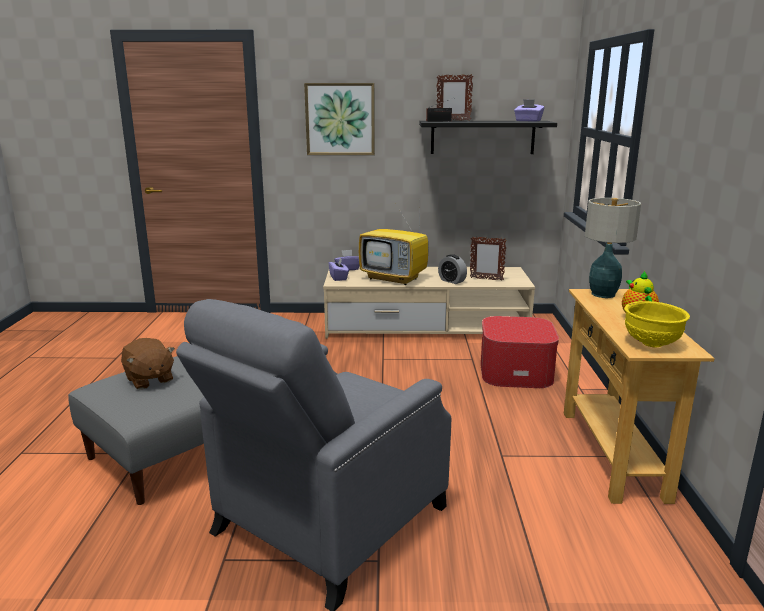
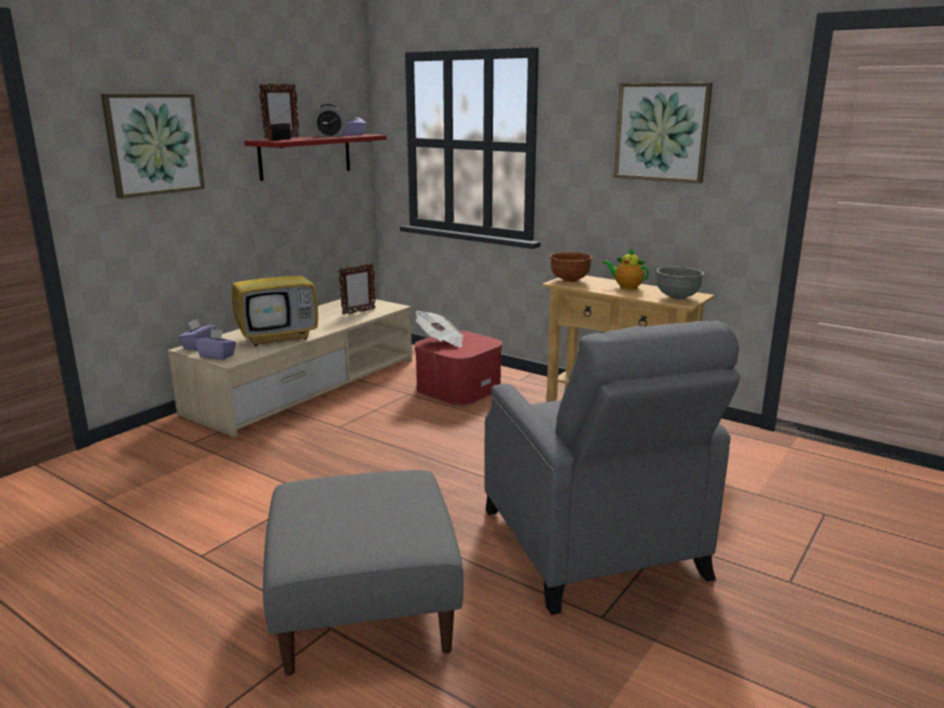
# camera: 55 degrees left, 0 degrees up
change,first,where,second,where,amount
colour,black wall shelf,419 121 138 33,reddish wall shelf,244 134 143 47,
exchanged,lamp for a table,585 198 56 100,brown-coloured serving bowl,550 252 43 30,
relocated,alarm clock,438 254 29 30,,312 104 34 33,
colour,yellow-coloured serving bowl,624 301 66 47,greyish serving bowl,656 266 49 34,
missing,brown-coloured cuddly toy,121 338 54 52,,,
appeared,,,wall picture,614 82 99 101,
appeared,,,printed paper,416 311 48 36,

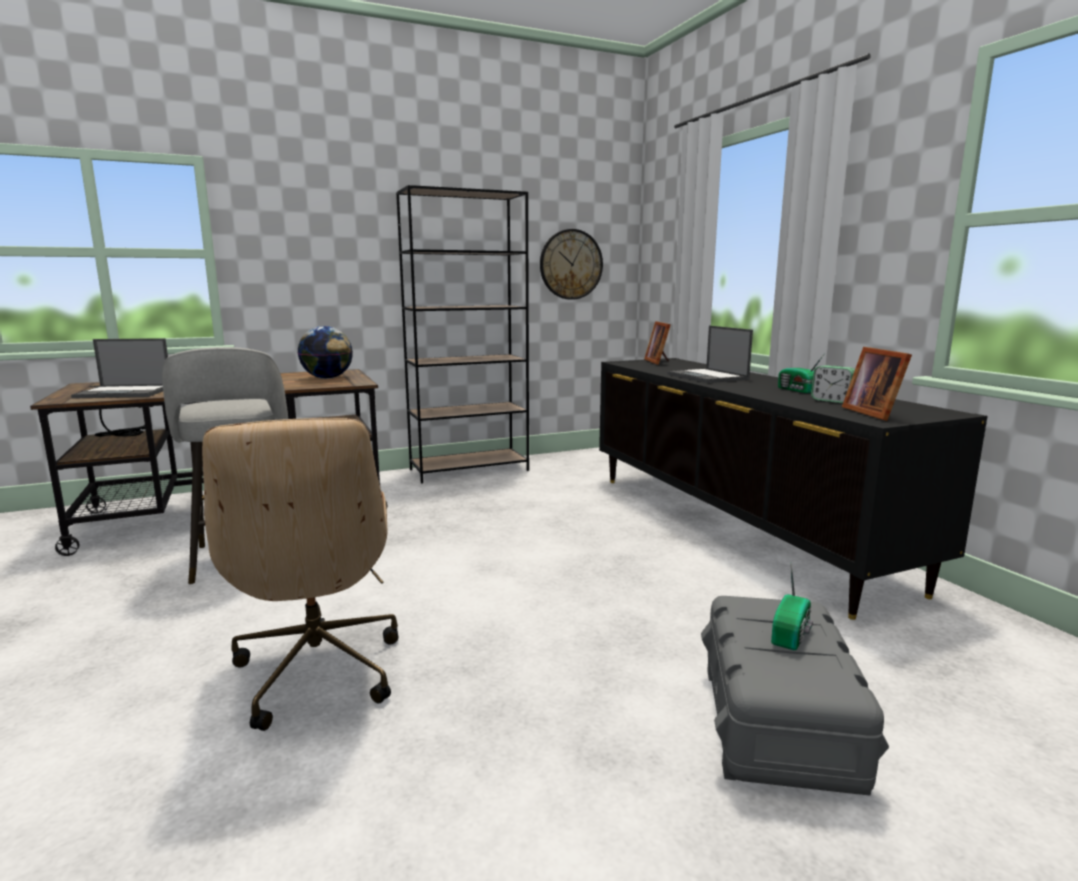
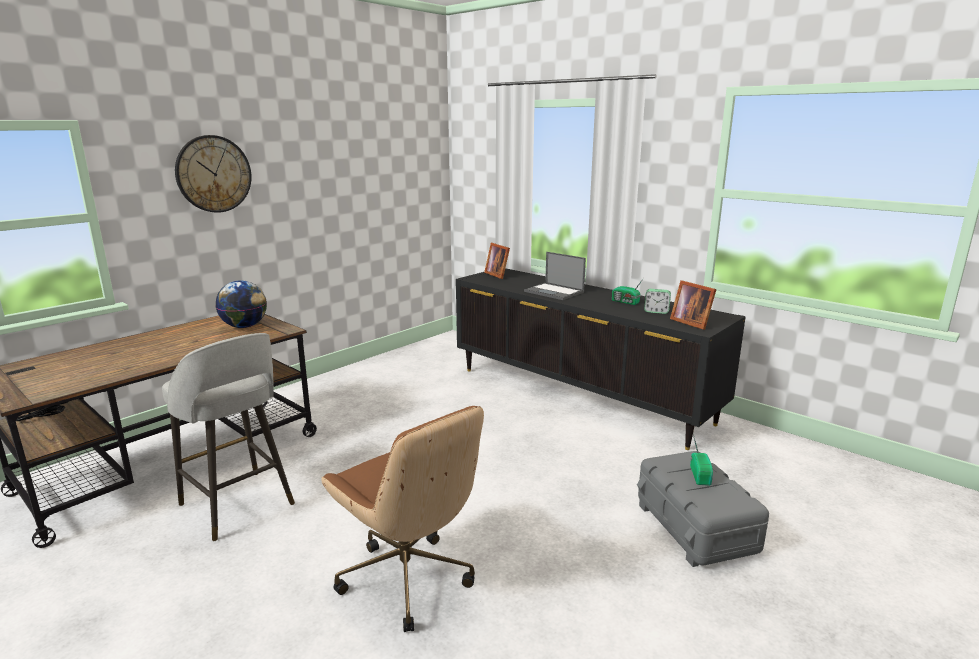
# camera: 25 degrees left, 5 degrees up
change,first,where,second,where,amount
missing,sand-coloured bookshelf,396 185 133 299,,,
relocated,wall clock,540 229 63 71,,175 135 76 78,
missing,notebook computer,71 338 97 61,,,

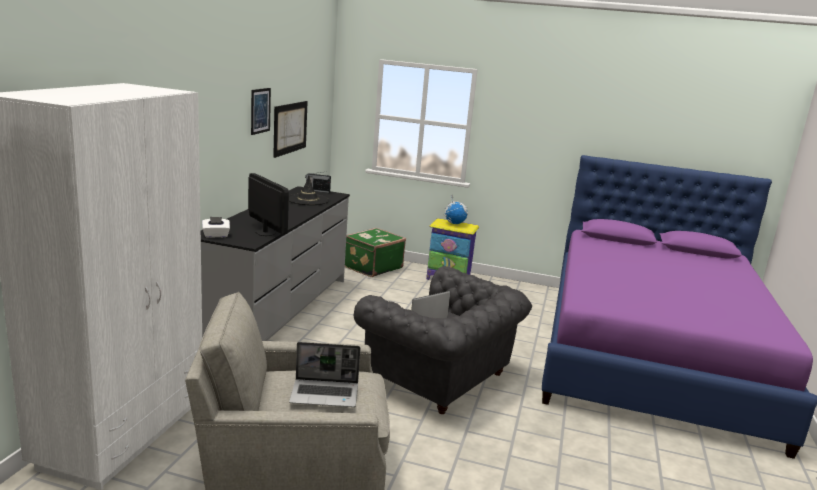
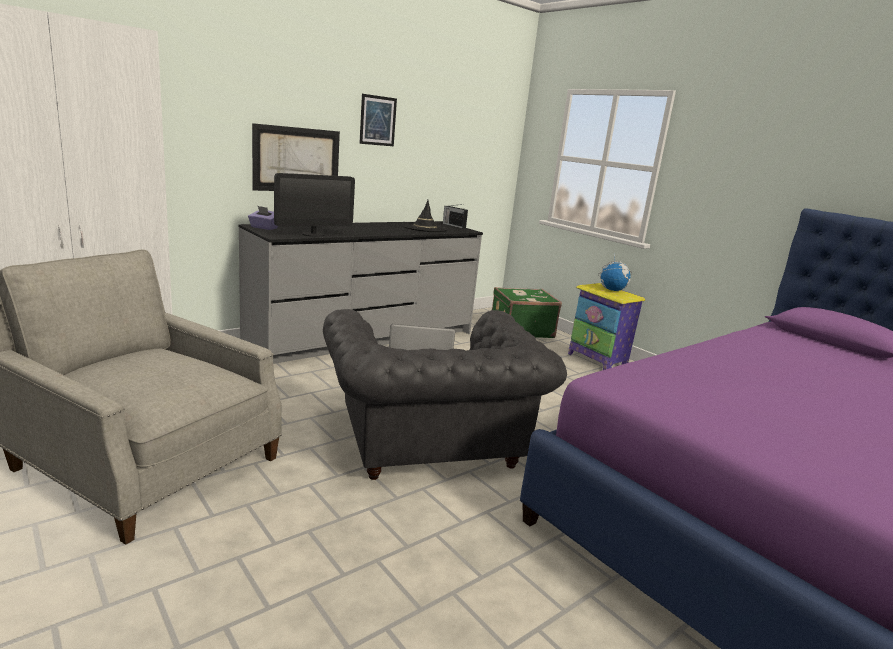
# camera: 35 degrees right, 0 degrees up
change,first,where,second,where,amount
relocated,wall picture,273 101 35 57,,252 123 88 68,
spun,computer screen,248 173 41 63,,274 173 81 63,60 degrees clockwise
colour,white-coloured tissue holder,202 217 28 21,purple tissue holder,248 206 30 24,
missing,notebook computer,289 342 71 65,,,

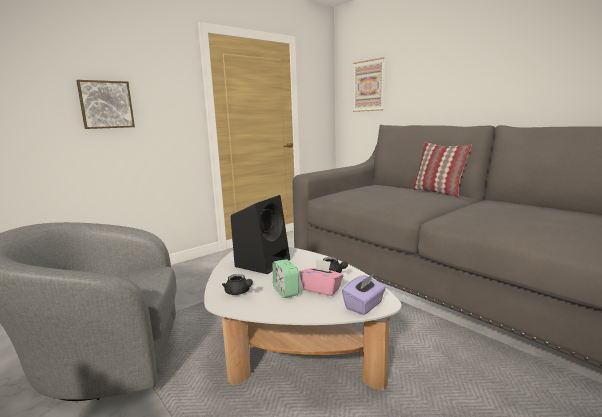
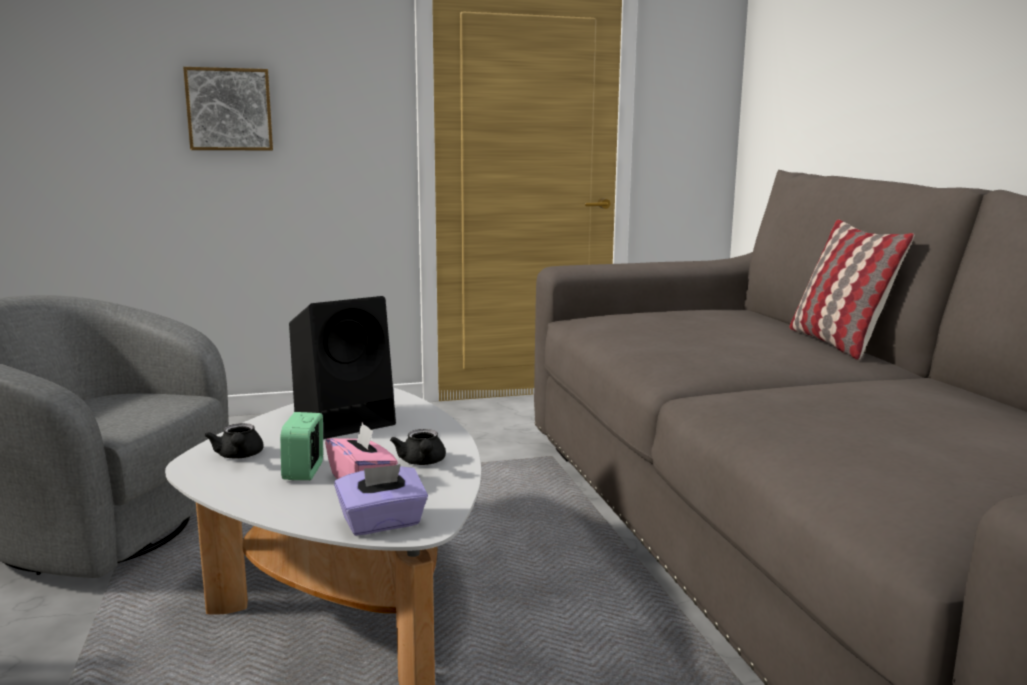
# camera: 25 degrees right, 0 degrees up
change,first,where,second,where,amount
missing,wall picture,353 57 31 55,,,

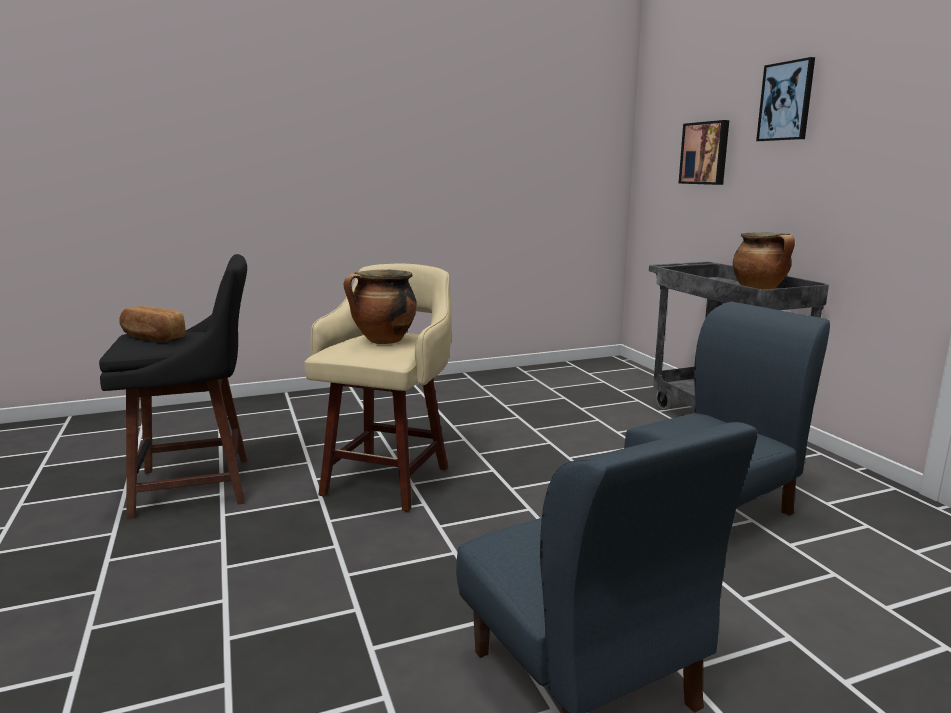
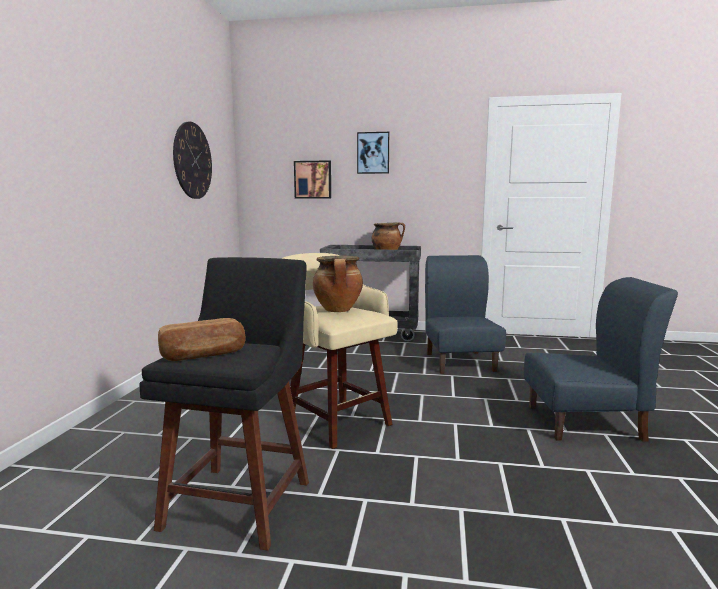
# camera: 60 degrees left, 5 degrees down
change,first,where,second,where,amount
appeared,,,wall clock,173 122 39 77,

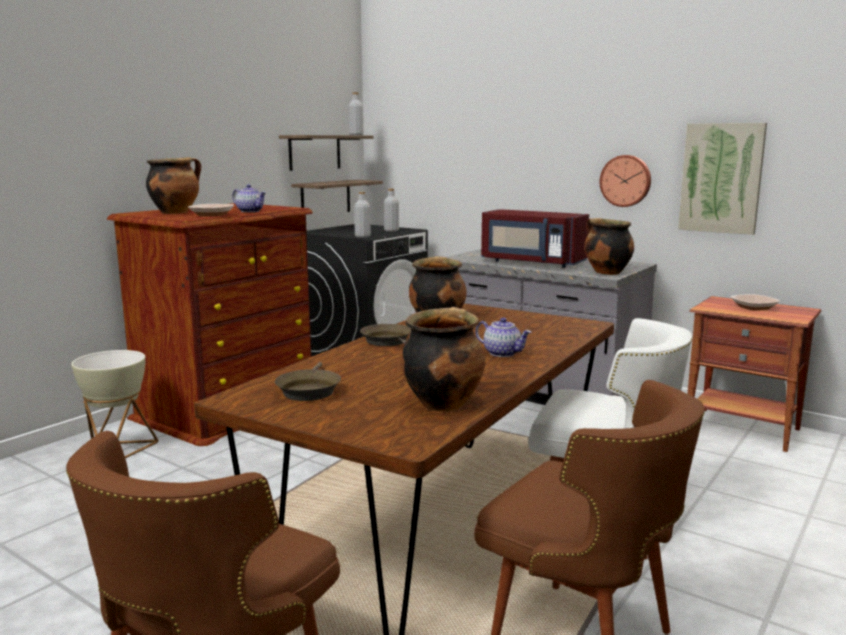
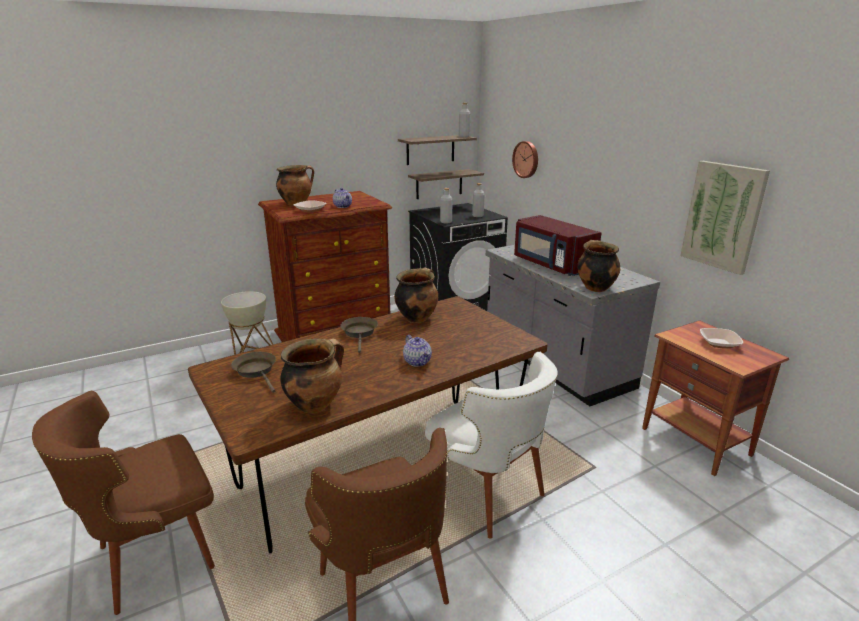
# camera: 25 degrees right, 10 degrees up
change,first,where,second,where,amount
relocated,wall clock,600 155 51 52,,512 141 26 37,
spun,brown-coloured frying pan,275 362 66 39,,231 352 45 41,120 degrees clockwise

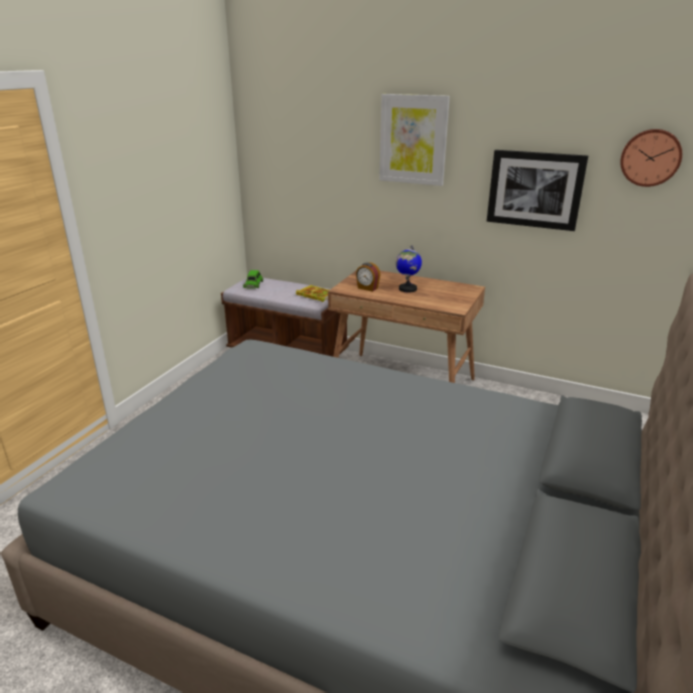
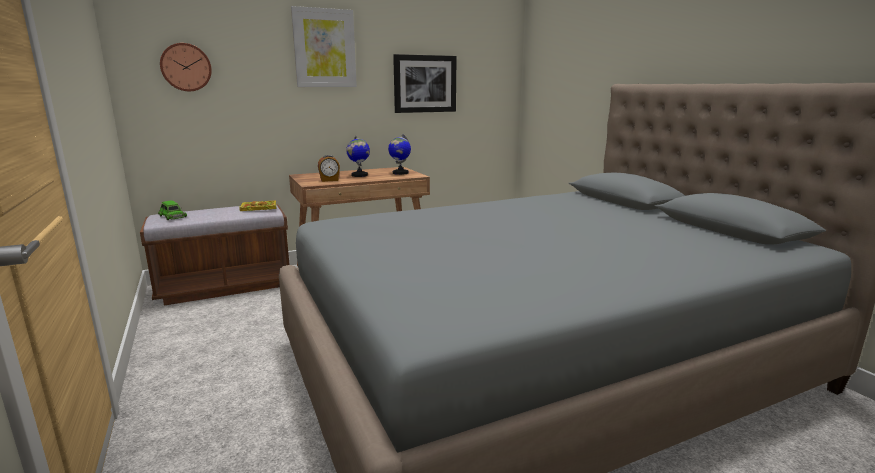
# camera: 50 degrees left, 10 degrees down
change,first,where,second,where,amount
relocated,wall clock,620 129 62 58,,160 43 52 48,
appeared,,,desk globe,388 134 23 41,

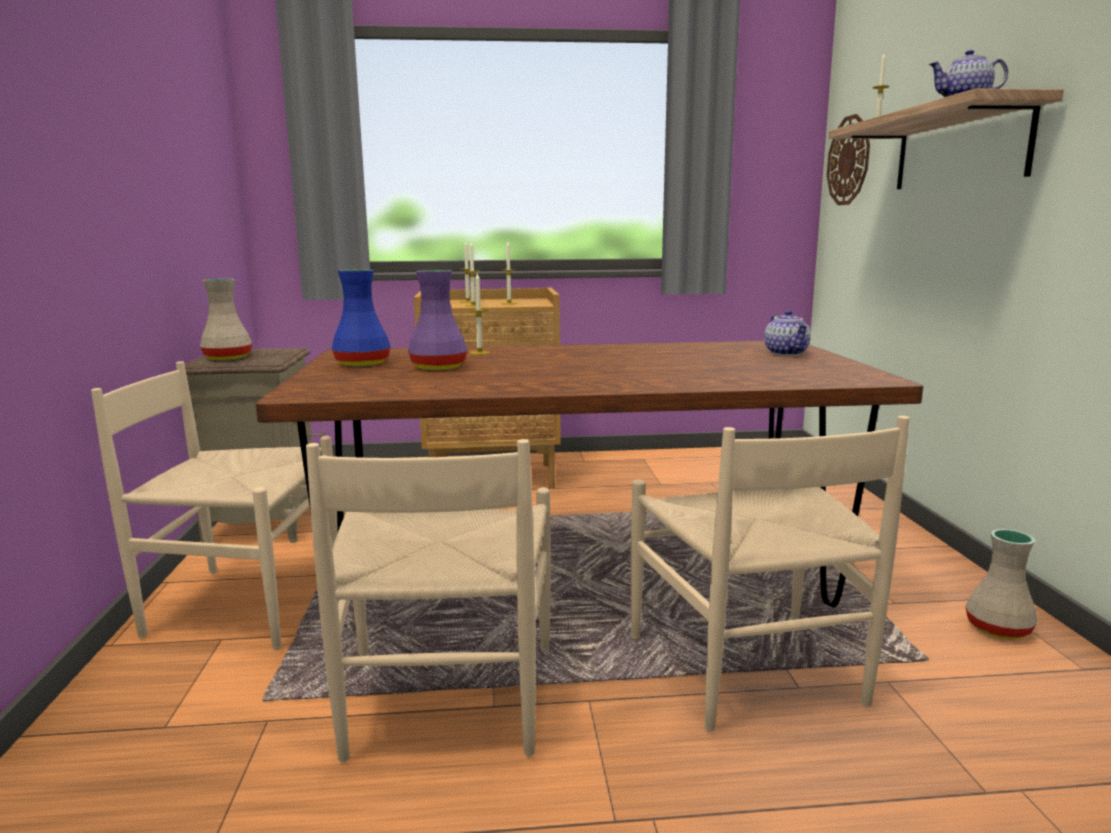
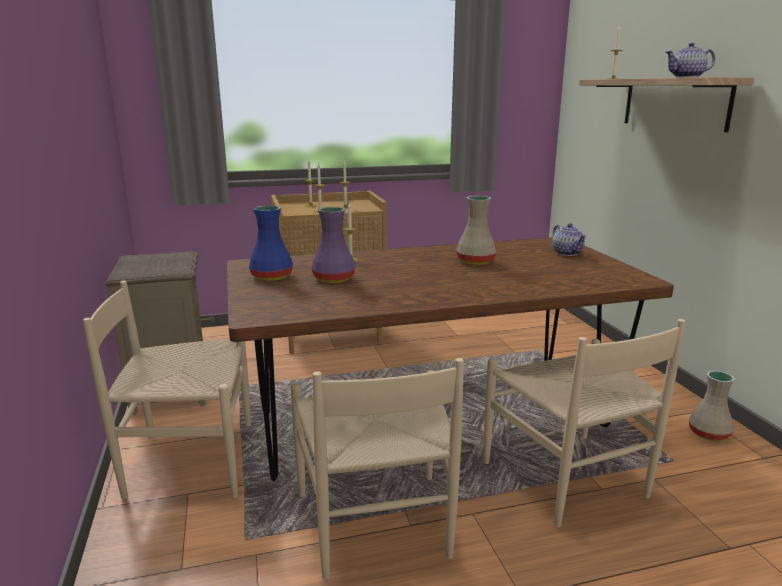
# camera: 10 degrees left, 5 degrees up
change,first,where,second,where,amount
missing,wall clock,827 114 43 91,,,
relocated,sand-coloured flower vase,200 279 52 82,,456 196 40 69,

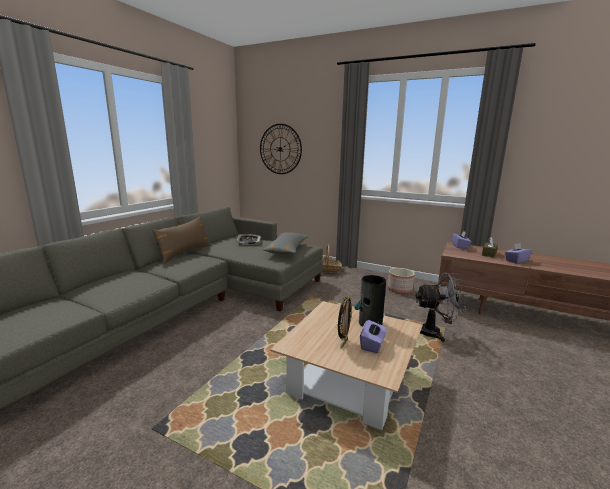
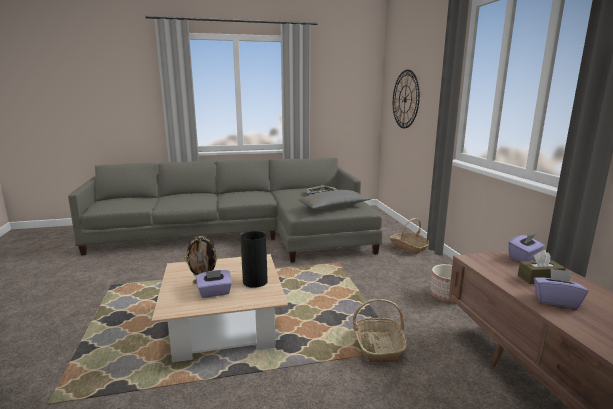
# camera: 50 degrees right, 0 degrees up
change,first,where,second,where,amount
missing,brown-coloured throw pillow,152 217 58 46,,,
exchanged,greyish electric fan,416 273 51 69,storage basket,353 299 54 63,

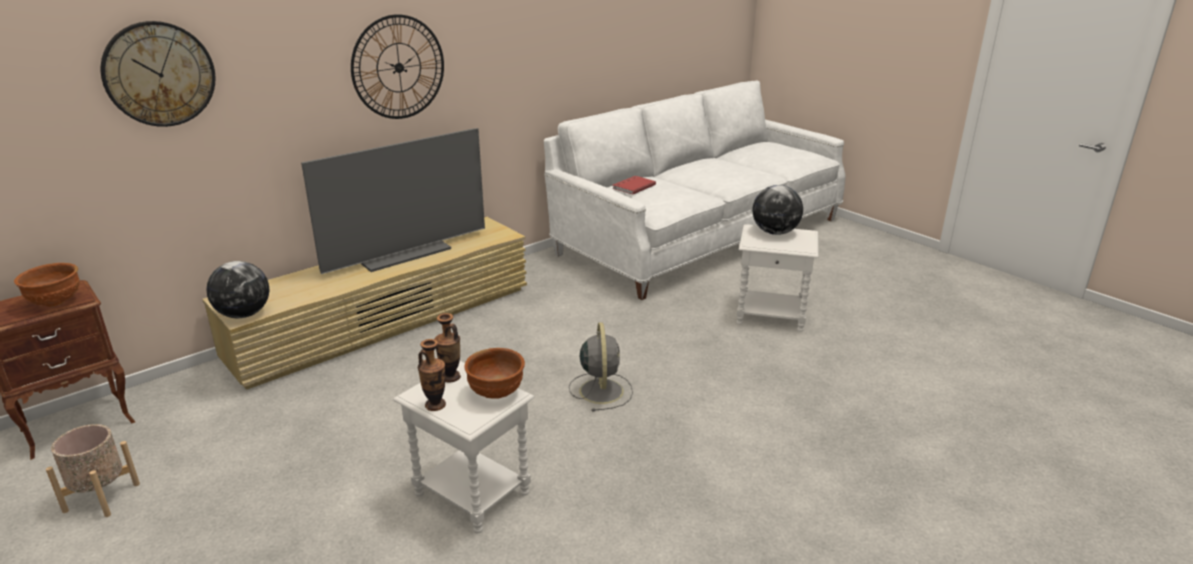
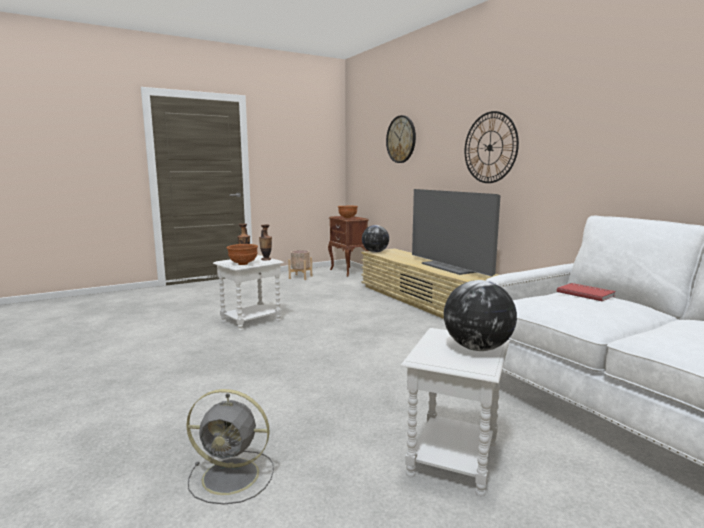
# camera: 100 degrees right, 15 degrees down
change,first,where,second,where,amount
relocated,greyish electric fan,569 322 64 90,,186 389 88 116,

